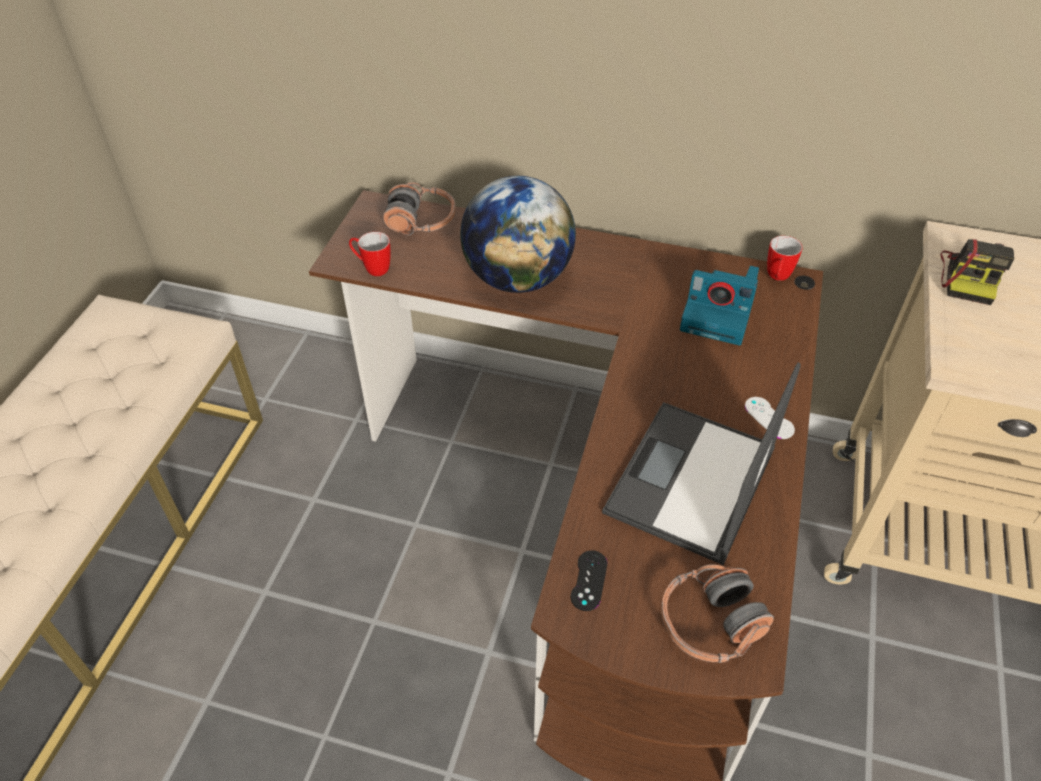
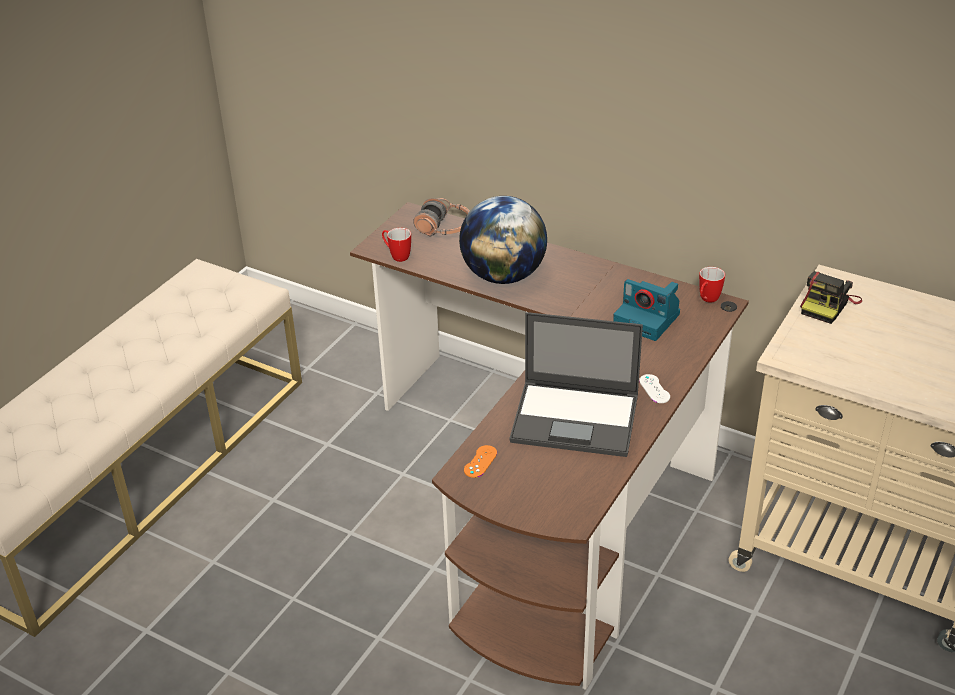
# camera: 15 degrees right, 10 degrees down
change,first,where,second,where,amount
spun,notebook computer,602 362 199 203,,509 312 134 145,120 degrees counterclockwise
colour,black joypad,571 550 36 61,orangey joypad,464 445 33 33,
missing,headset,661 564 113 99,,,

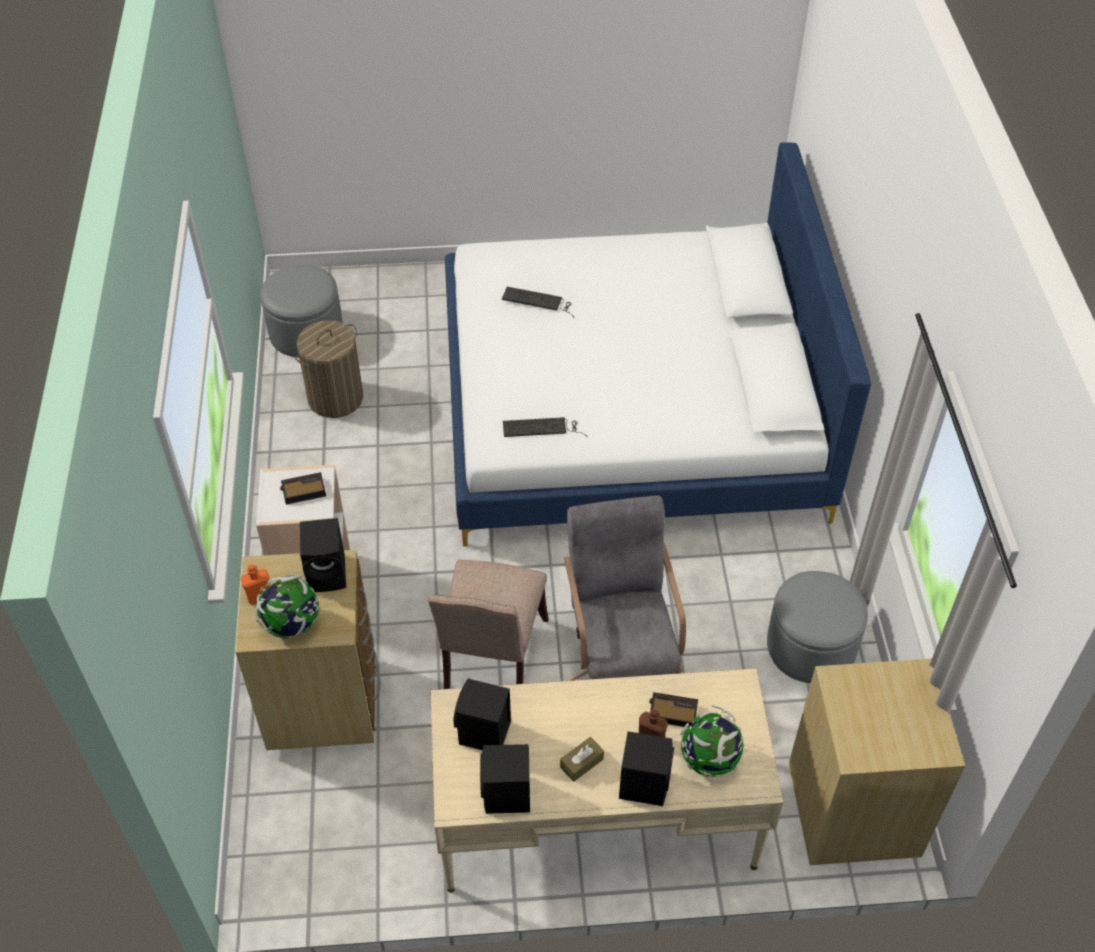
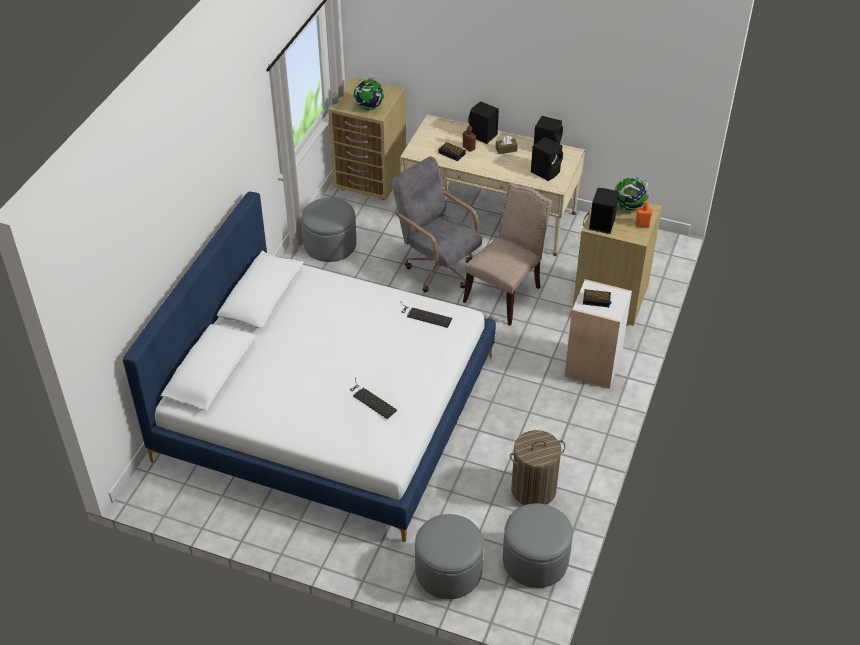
# camera: 155 degrees left, 5 degrees down
change,first,where,second,where,amount
spun,greyish computer chair,565 496 121 185,,391 156 91 136,120 degrees clockwise
relocated,desk globe,680 706 64 72,,353 77 32 33,
appeared,,,greyish ottoman,415 514 69 85,

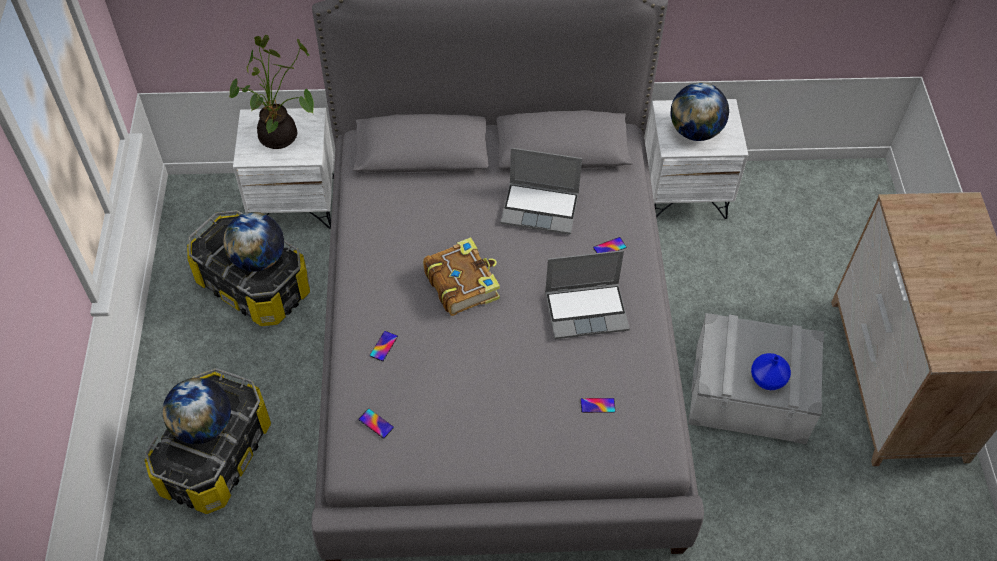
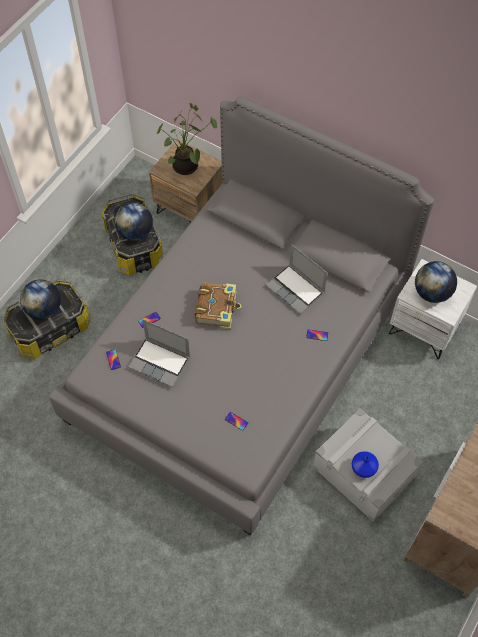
# camera: 35 degrees right, 5 degrees up
change,first,where,second,where,amount
colour,white-coloured nightstand,233 108 101 121,brown-coloured nightstand,149 139 73 84,
relocated,notebook computer,545 250 85 89,,128 319 62 69,

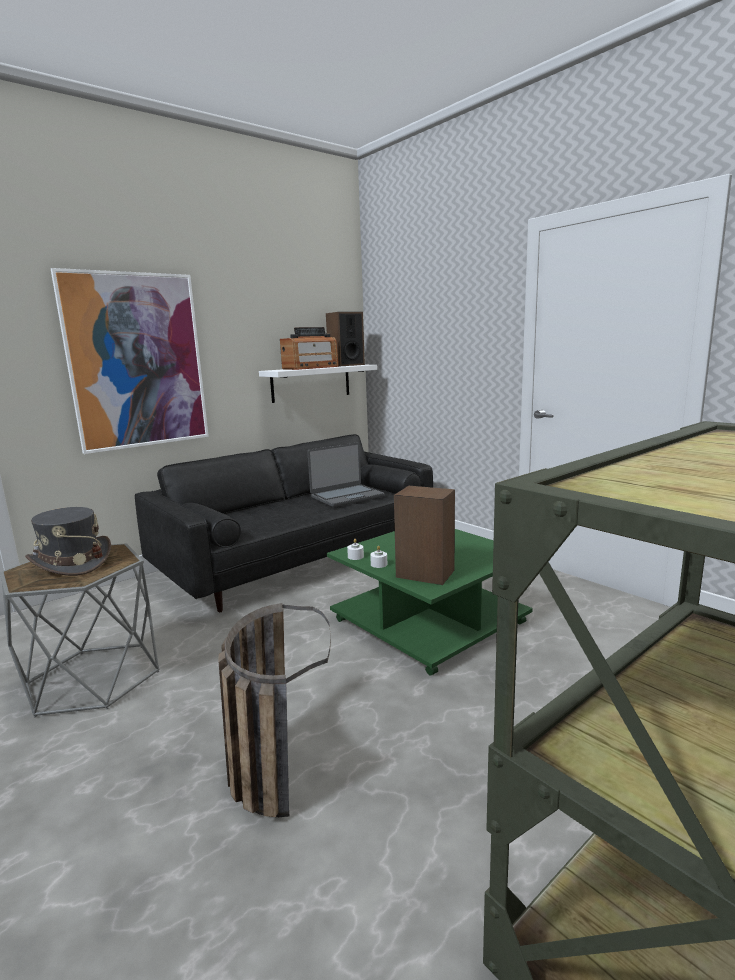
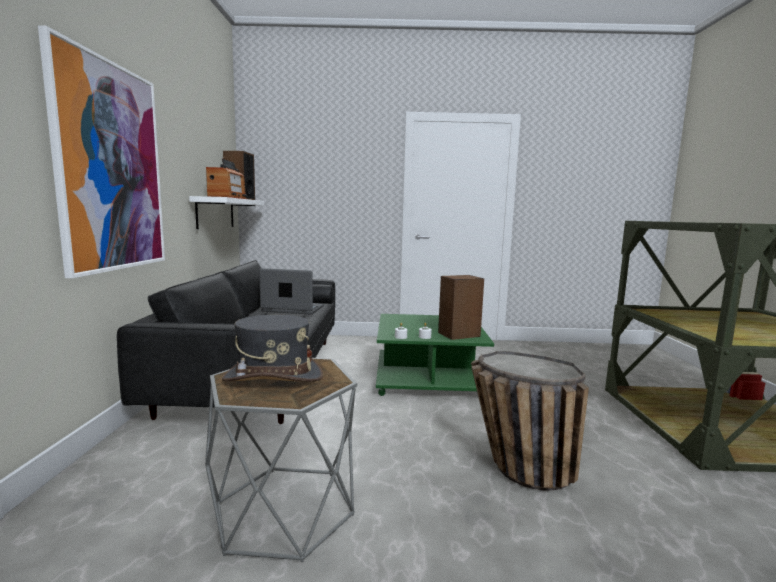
# camera: 50 degrees left, 5 degrees down
change,first,where,second,where,amount
spun,notebook computer,307 442 77 65,,259 268 65 46,90 degrees counterclockwise

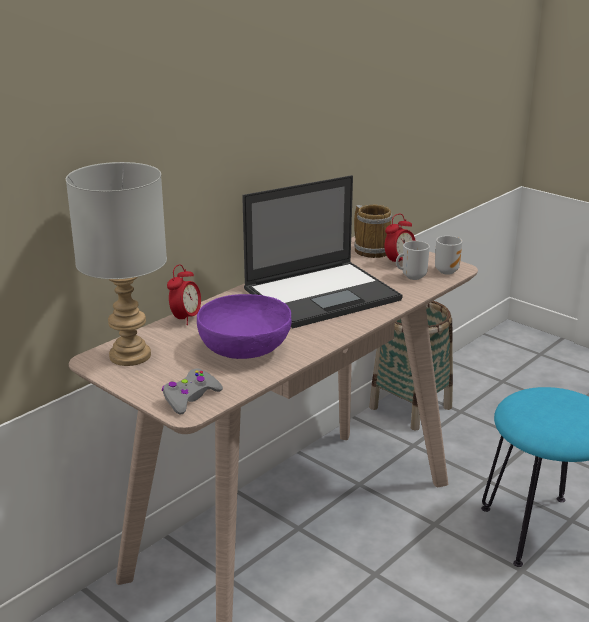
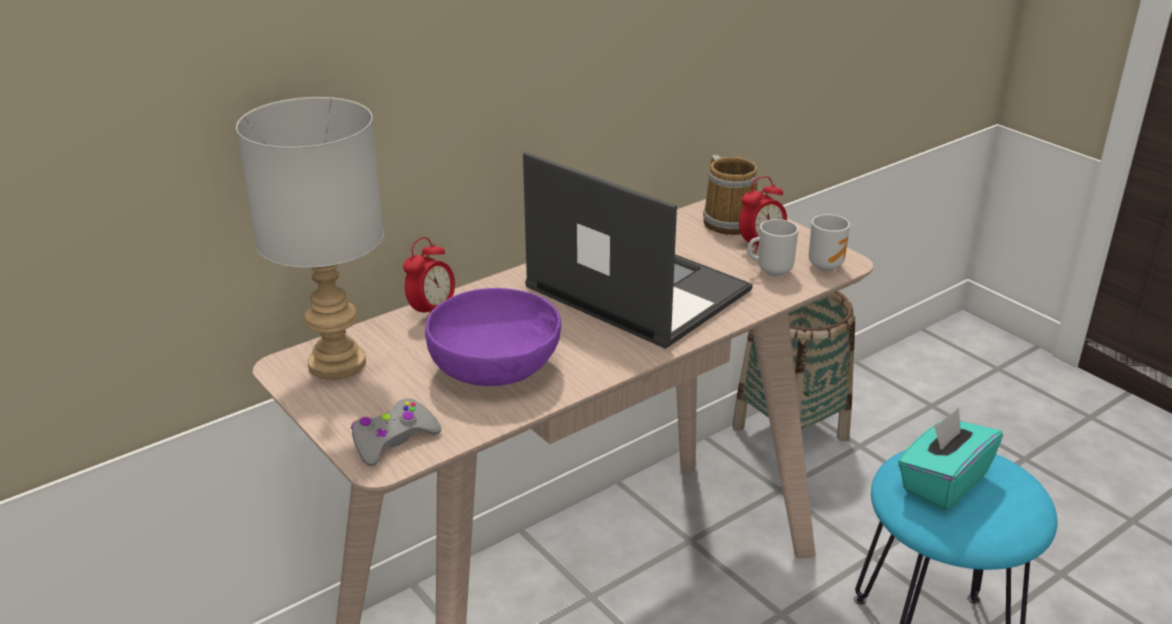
# camera: 10 degrees right, 5 degrees up
change,first,where,second,where,amount
spun,notebook computer,242 175 161 153,,523 152 230 197,120 degrees counterclockwise
appeared,,,blue-green tissue holder,898 408 105 103,

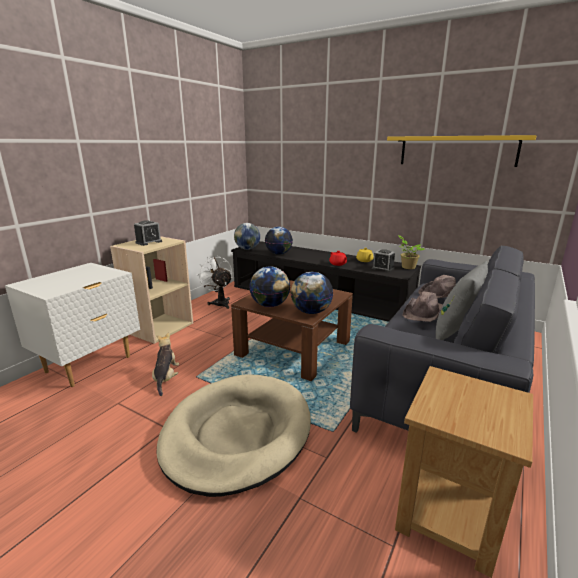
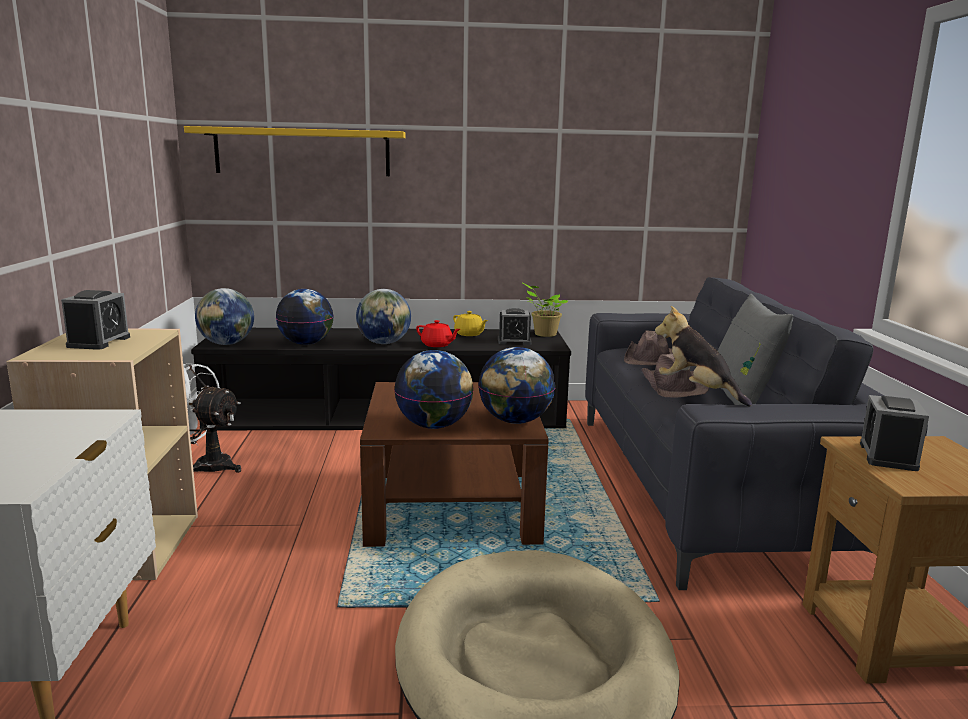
# camera: 35 degrees left, 5 degrees down
change,first,where,second,where,amount
relocated,yellow-coloured wall shelf,387 135 149 32,,184 126 221 50,
relocated,cuddly toy,152 333 27 63,,655 306 97 100,
appeared,,,desk globe,356 289 55 55,
appeared,,,alarm clock,860 395 69 76,

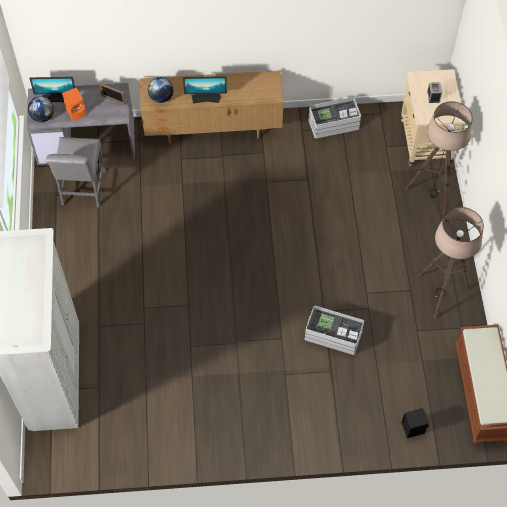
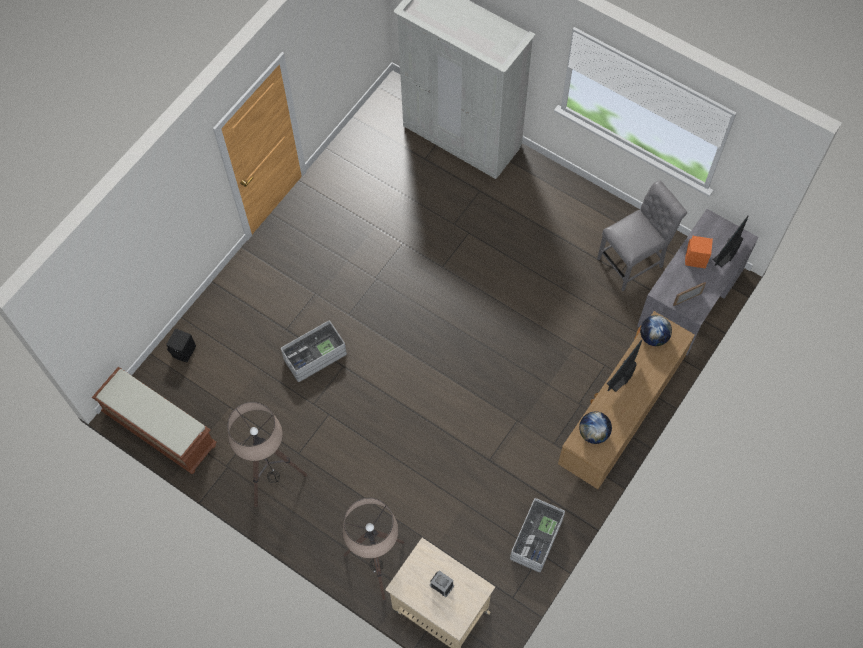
# camera: 130 degrees right, 5 degrees up
change,first,where,second,where,amount
relocated,desk globe,28 96 26 26,,579 412 33 32,
spun,greyish chair,46 137 60 70,,597 180 90 111,105 degrees clockwise

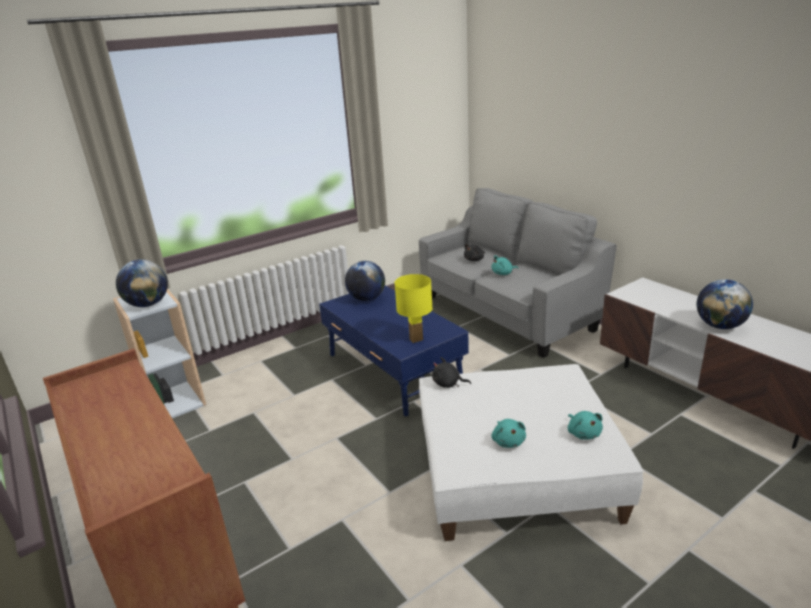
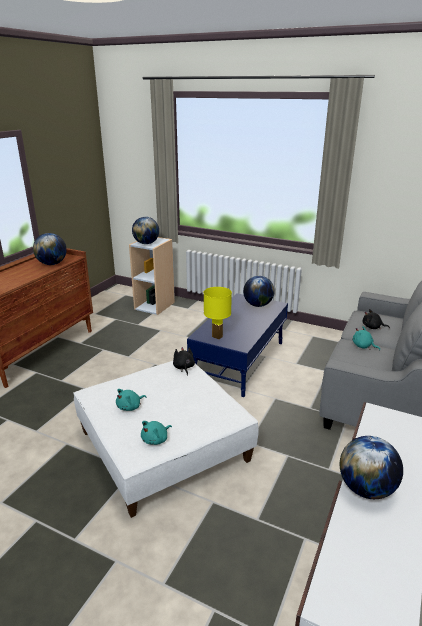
# camera: 60 degrees right, 0 degrees up
change,first,where,second,where,amount
appeared,,,desk globe,33 233 34 32,

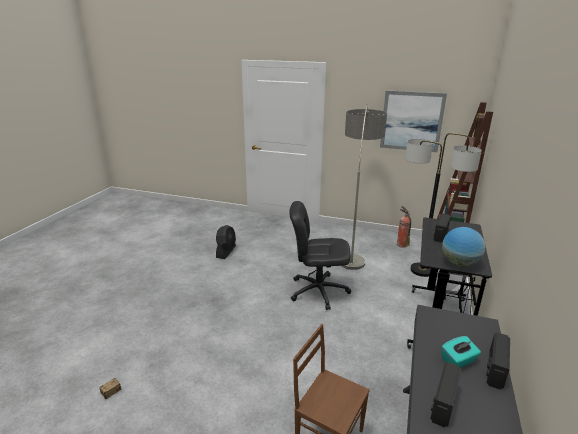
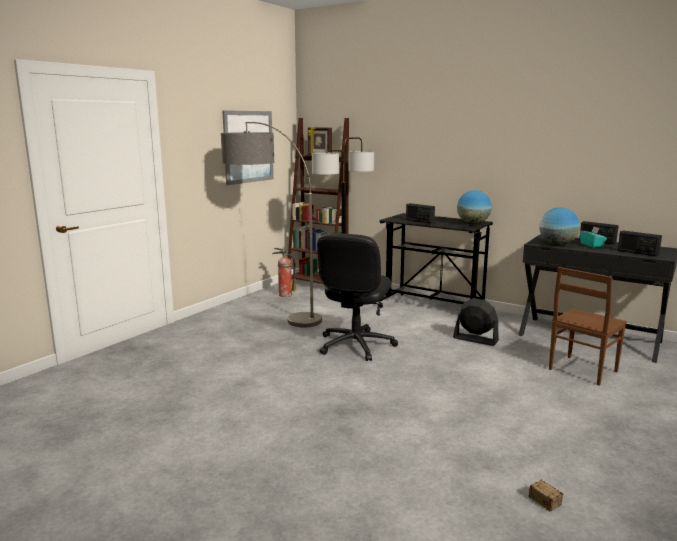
# camera: 75 degrees left, 10 degrees down
change,first,where,second,where,amount
relocated,black electric fan,216 225 20 34,,453 298 46 48,
appeared,,,desk globe,539 207 41 38,

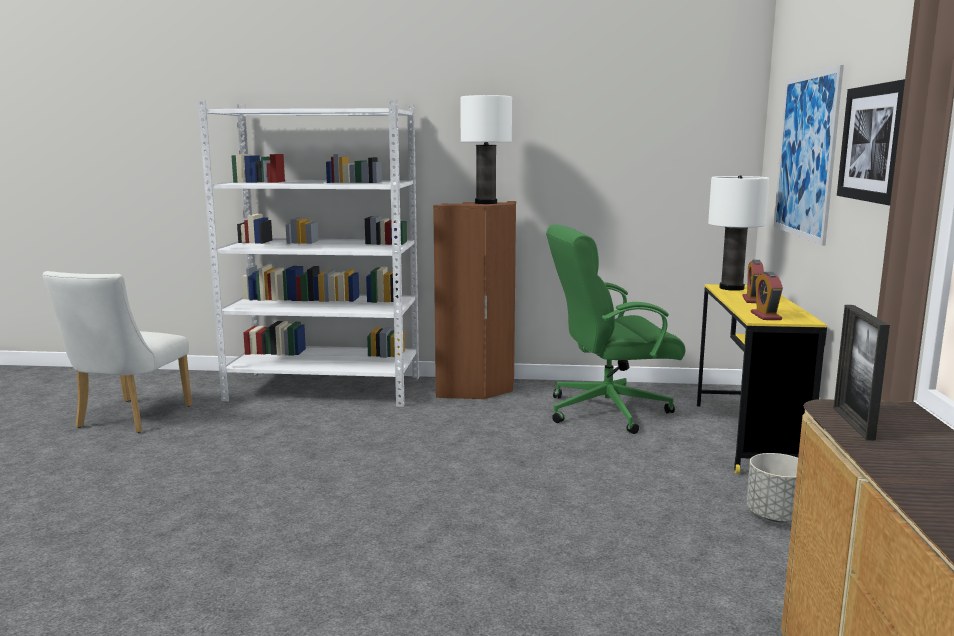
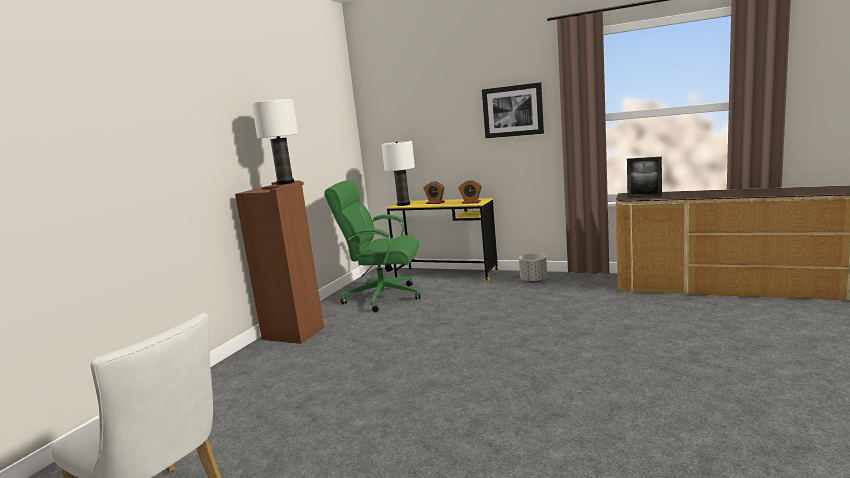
# camera: 70 degrees left, 0 degrees up
change,first,where,second,where,amount
missing,wall picture,773 65 71 180,,,
missing,white-coloured bookshelf,198 99 221 308,,,
spun,green-coloured computer chair,546 224 139 210,,324 180 97 132,90 degrees clockwise

